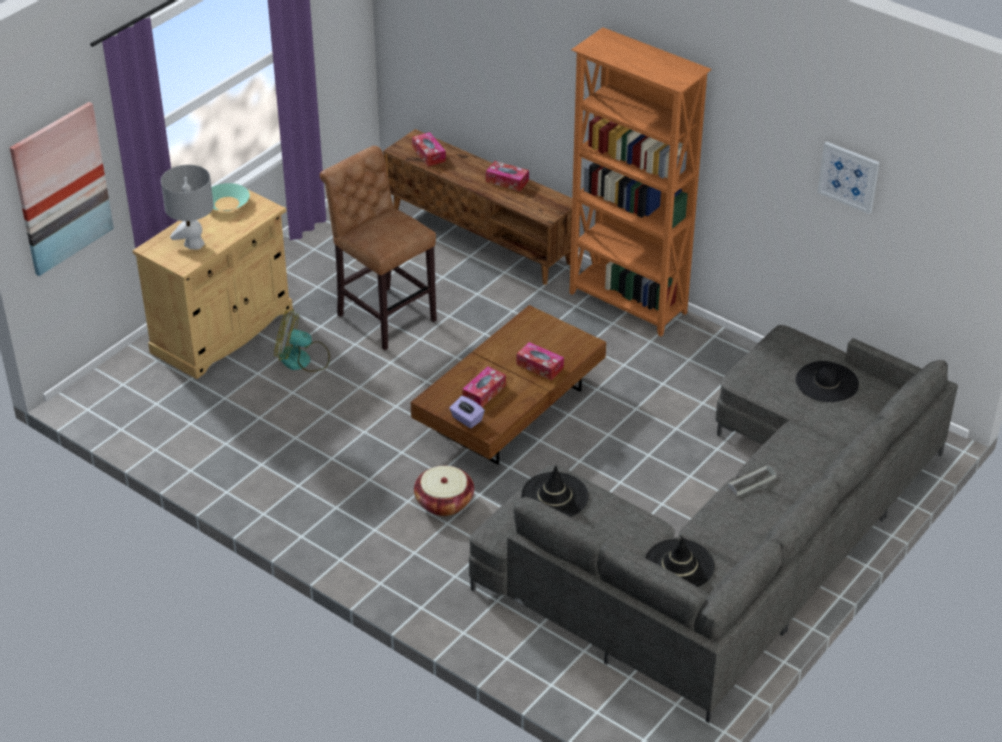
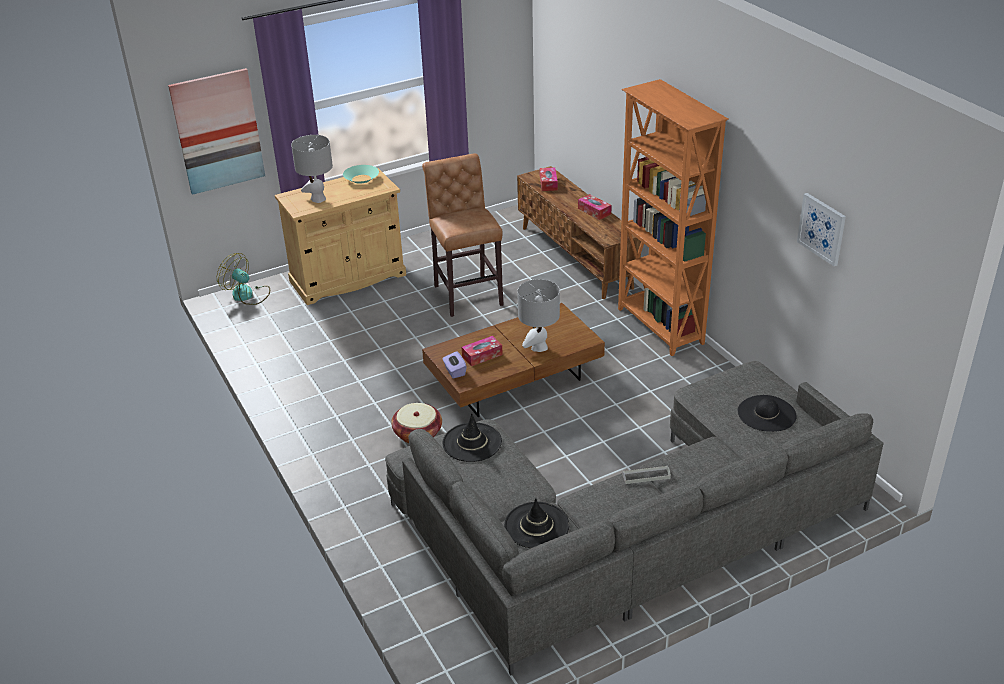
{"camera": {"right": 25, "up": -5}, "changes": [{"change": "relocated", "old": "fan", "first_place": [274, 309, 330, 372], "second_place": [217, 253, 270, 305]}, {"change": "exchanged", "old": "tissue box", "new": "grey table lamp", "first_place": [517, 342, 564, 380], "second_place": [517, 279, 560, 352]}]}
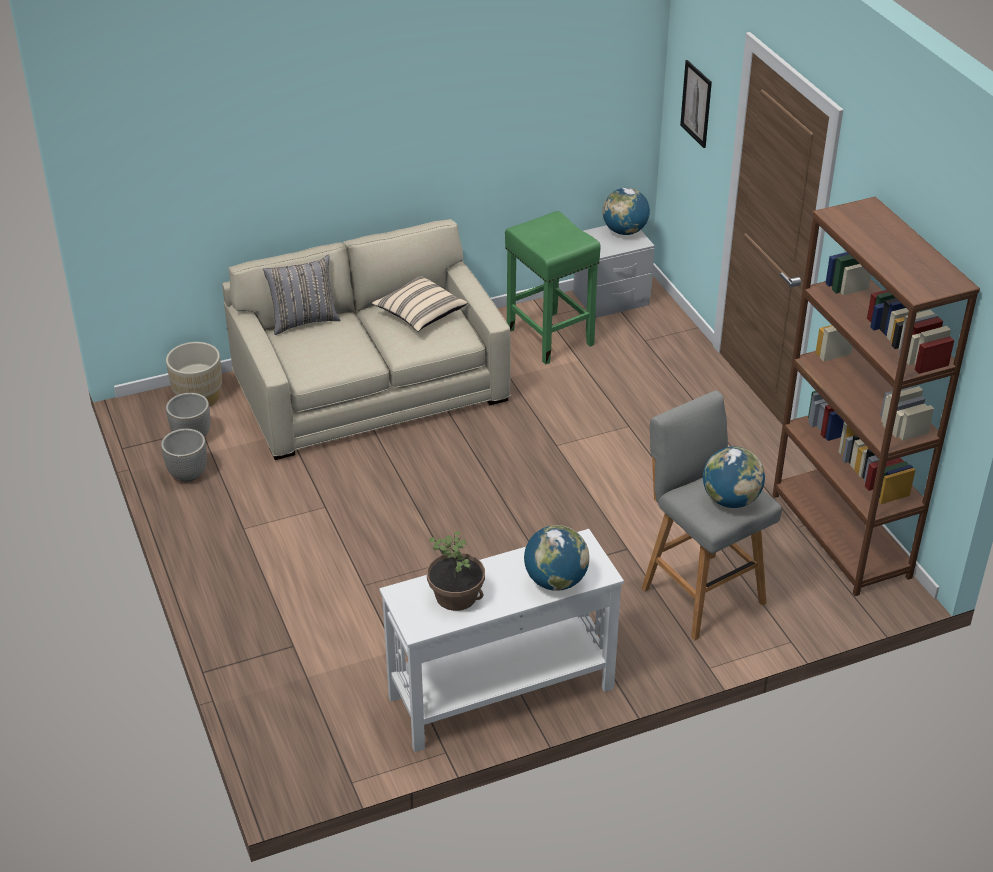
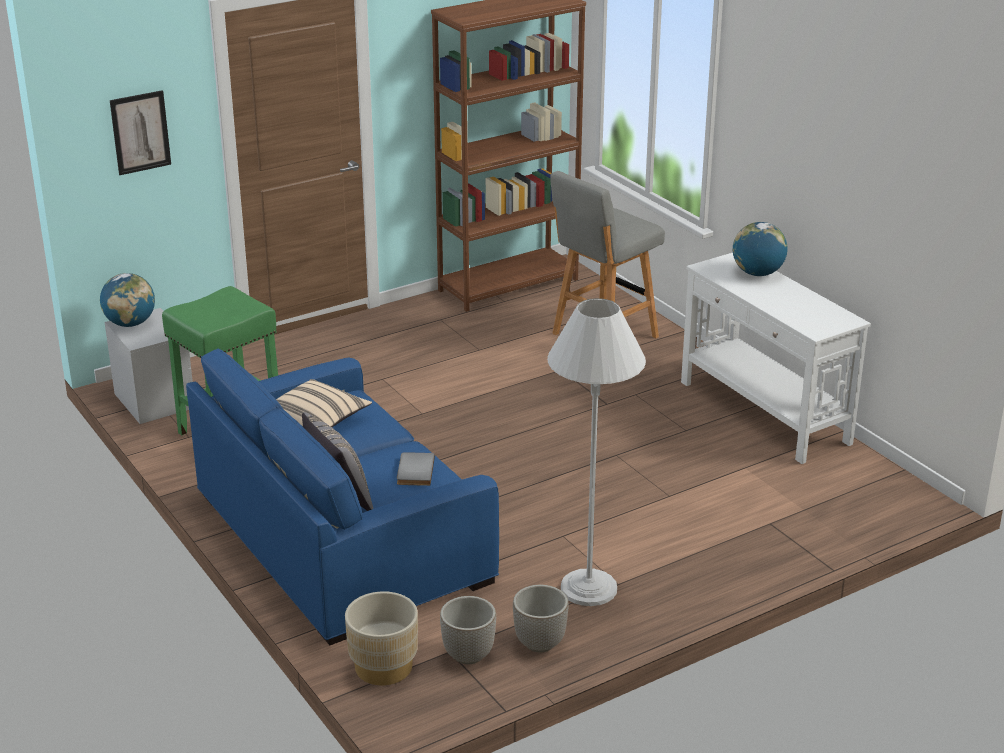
{"camera": {"right": -100, "up": -10}, "changes": [{"change": "missing", "old": "potted plant", "first_place": [427, 531, 485, 611]}, {"change": "missing", "old": "globe", "first_place": [703, 447, 765, 508]}, {"change": "appeared", "new": "grey book", "second_place": [397, 452, 435, 486]}, {"change": "appeared", "new": "white floor lamp", "second_place": [547, 298, 646, 606]}, {"change": "colour", "old": "beige sofa", "new": "blue sofa", "first_place": [222, 219, 511, 460], "second_place": [186, 348, 499, 645]}]}
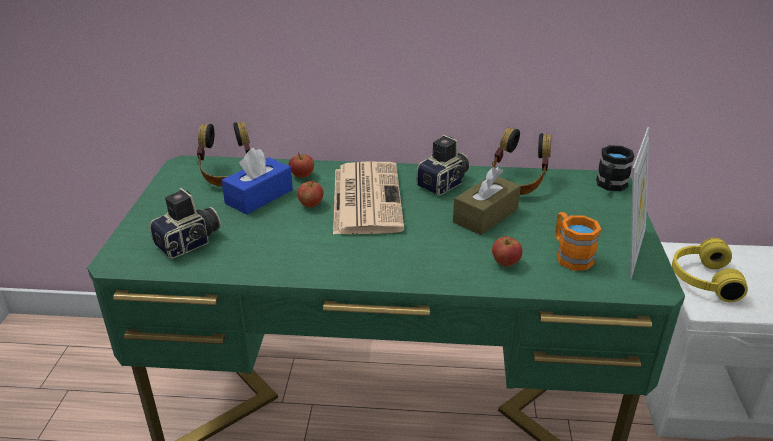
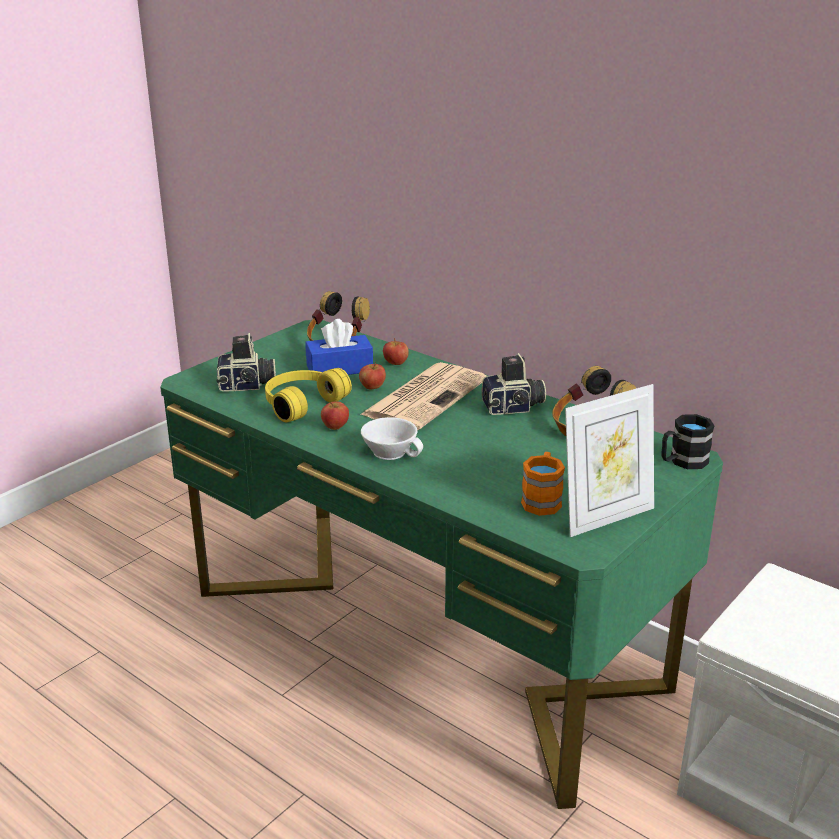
{"camera": {"right": 35, "up": -5}, "changes": [{"change": "missing", "old": "brown tissue box", "first_place": [453, 167, 521, 235]}, {"change": "appeared", "new": "white cup", "second_place": [361, 417, 423, 460]}, {"change": "relocated", "old": "apple", "first_place": [492, 236, 522, 267], "second_place": [321, 401, 349, 430]}, {"change": "relocated", "old": "yellow headphones", "first_place": [672, 238, 748, 302], "second_place": [265, 368, 352, 422]}]}
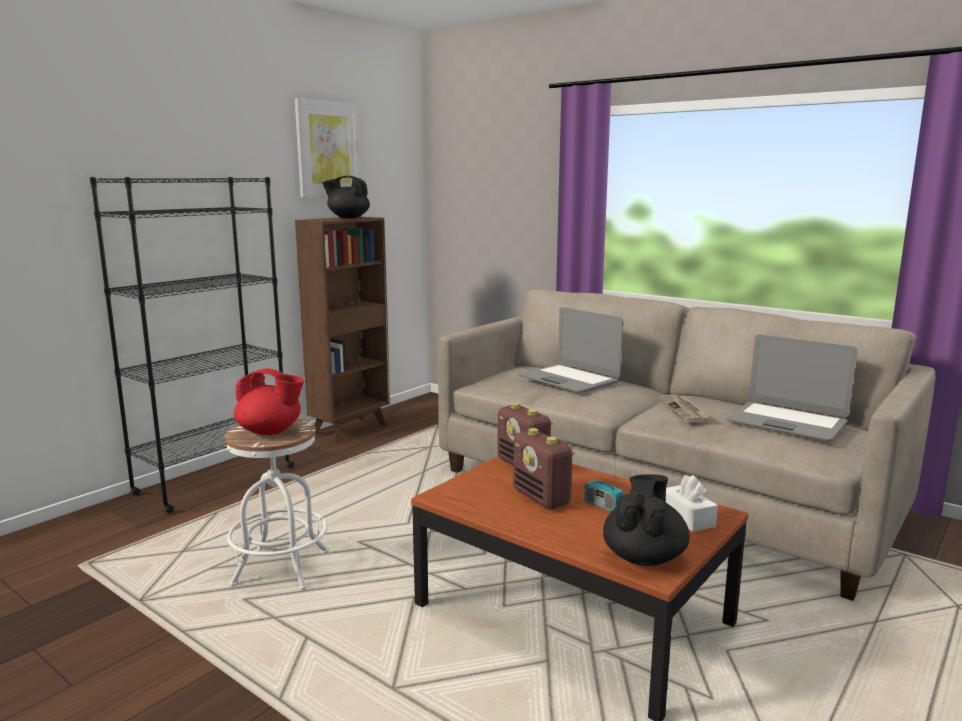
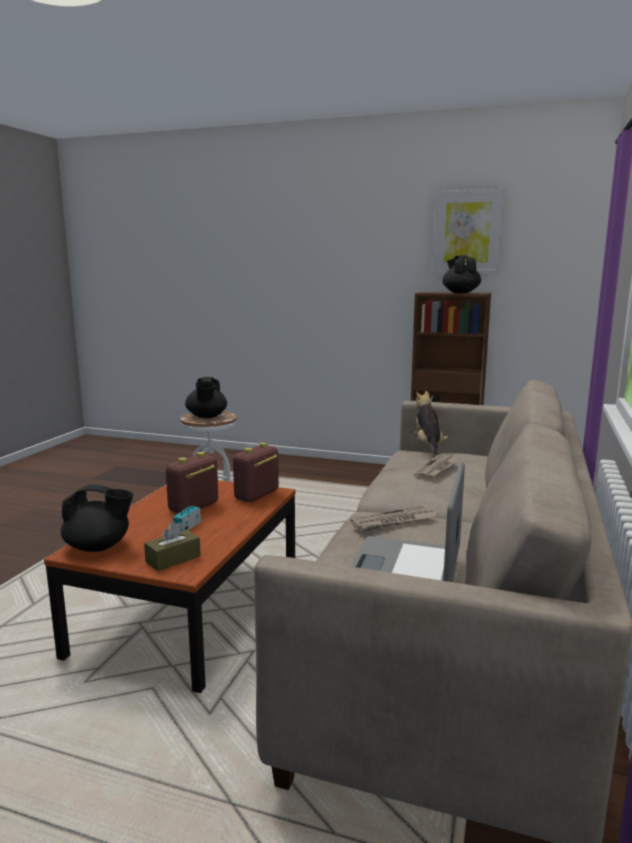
{"camera": {"right": 70, "up": 0}, "changes": [{"change": "missing", "old": "black bookcase", "first_place": [90, 177, 294, 513]}, {"change": "appeared", "new": "plush toy", "second_place": [415, 391, 448, 455]}, {"change": "exchanged", "old": "laptop", "new": "newspaper", "first_place": [518, 307, 623, 393], "second_place": [414, 454, 459, 480]}, {"change": "colour", "old": "red teapot", "new": "black teapot", "first_place": [234, 369, 304, 435], "second_place": [185, 377, 227, 418]}, {"change": "colour", "old": "white tissue box", "new": "brown tissue box", "first_place": [665, 475, 718, 532], "second_place": [144, 521, 201, 571]}]}
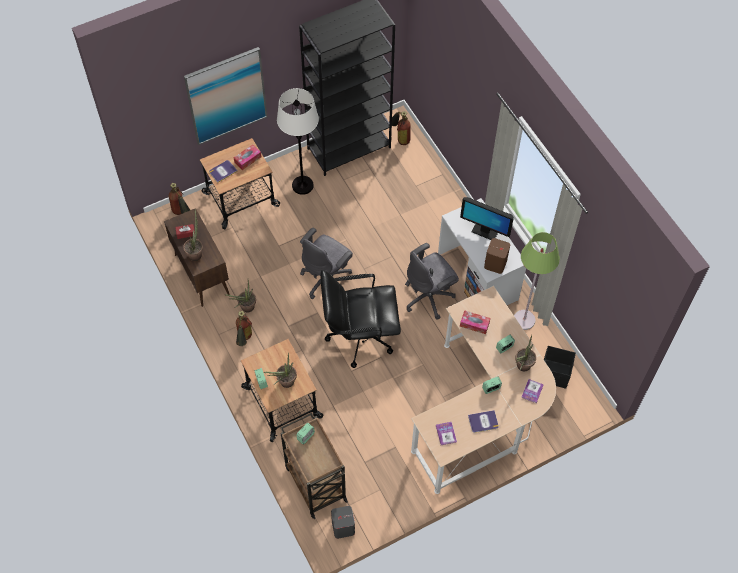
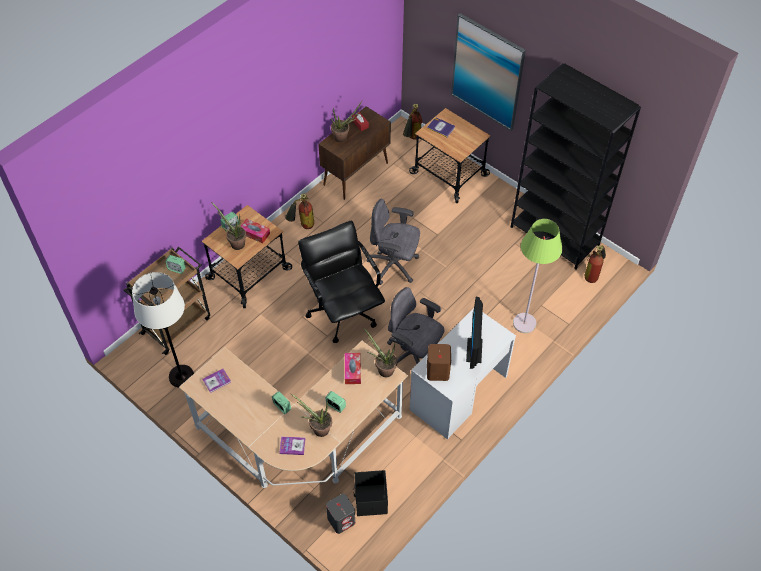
{"camera": {"right": 70, "up": -5}, "changes": [{"change": "missing", "old": "book", "first_place": [468, 410, 499, 433]}, {"change": "relocated", "old": "potted plant", "first_place": [225, 279, 256, 312], "second_place": [363, 328, 397, 377]}, {"change": "relocated", "old": "tissue box", "first_place": [233, 144, 261, 170], "second_place": [240, 218, 270, 243]}, {"change": "relocated", "old": "white floor lamp", "first_place": [277, 88, 319, 195], "second_place": [132, 272, 194, 388]}, {"change": "relocated", "old": "grey speaker", "first_place": [331, 506, 355, 539], "second_place": [326, 494, 355, 534]}, {"change": "relocated", "old": "green floor lamp", "first_place": [514, 232, 560, 330], "second_place": [513, 219, 562, 333]}]}
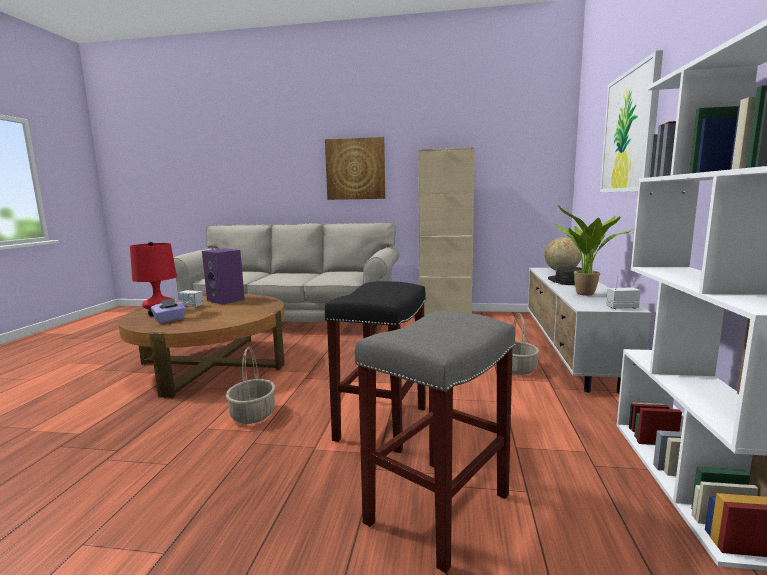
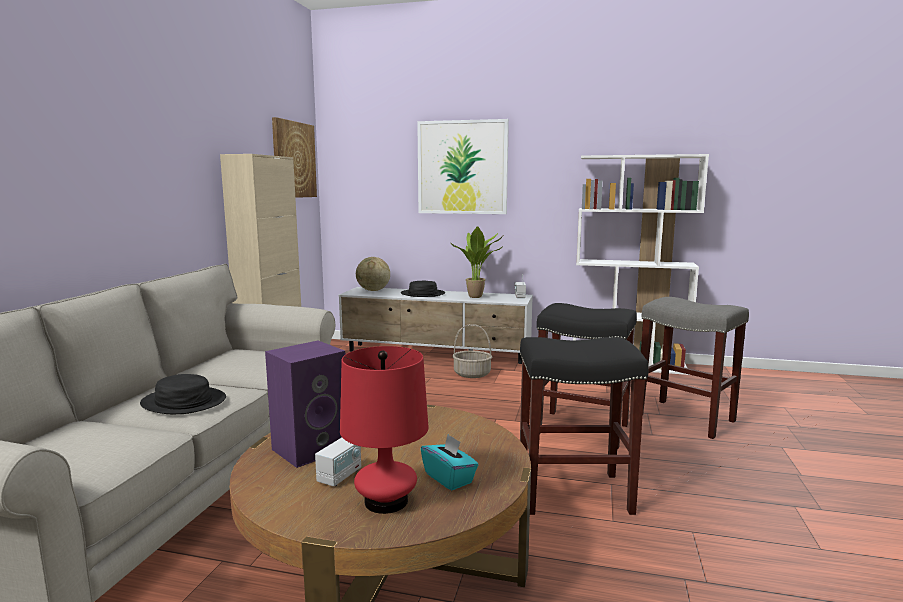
{"camera": {"right": -85, "up": 0}, "changes": [{"change": "appeared", "new": "black hat", "second_place": [140, 374, 226, 414]}, {"change": "relocated", "old": "picture", "first_place": [325, 137, 385, 200], "second_place": [272, 117, 317, 198]}, {"change": "exchanged", "old": "basket", "new": "black stool", "first_place": [226, 347, 275, 424], "second_place": [520, 337, 649, 515]}, {"change": "colour", "old": "purple tissue box", "new": "turquoise tissue box", "first_place": [151, 298, 186, 323], "second_place": [421, 434, 478, 490]}]}
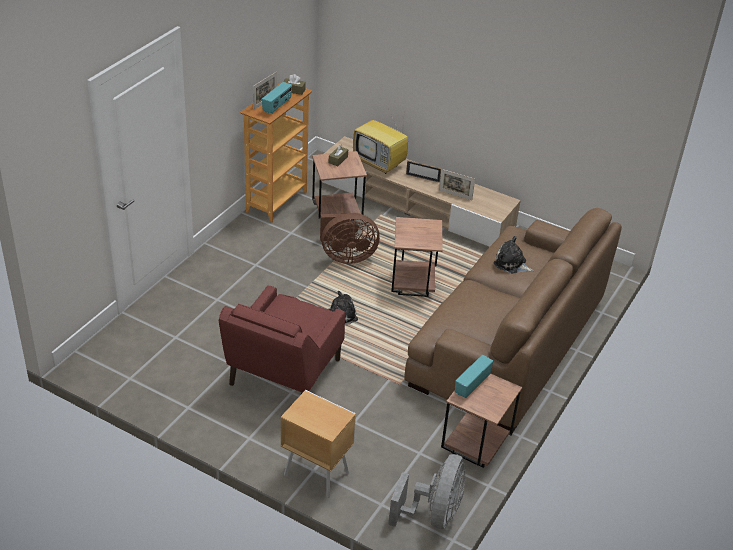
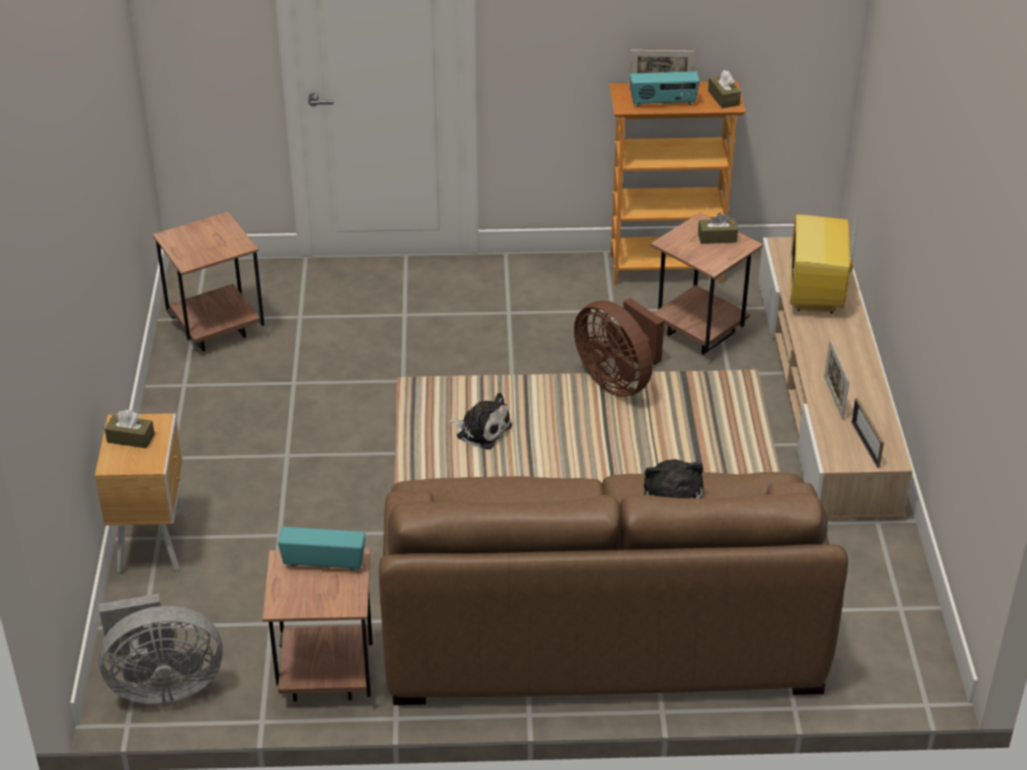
{"camera": {"right": 60, "up": 0}, "changes": [{"change": "missing", "old": "red armchair", "first_place": [219, 285, 345, 394]}, {"change": "appeared", "new": "brown tissue box", "second_place": [105, 410, 154, 448]}, {"change": "relocated", "old": "brown side table", "first_place": [391, 217, 443, 297], "second_place": [153, 212, 264, 351]}, {"change": "relocated", "old": "picture frame", "first_place": [406, 160, 441, 183], "second_place": [851, 398, 884, 468]}]}
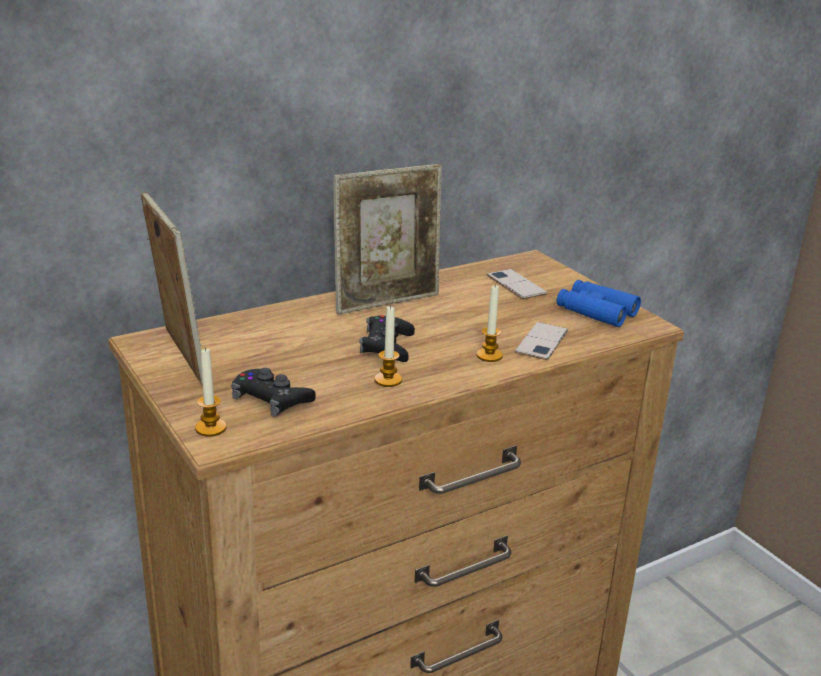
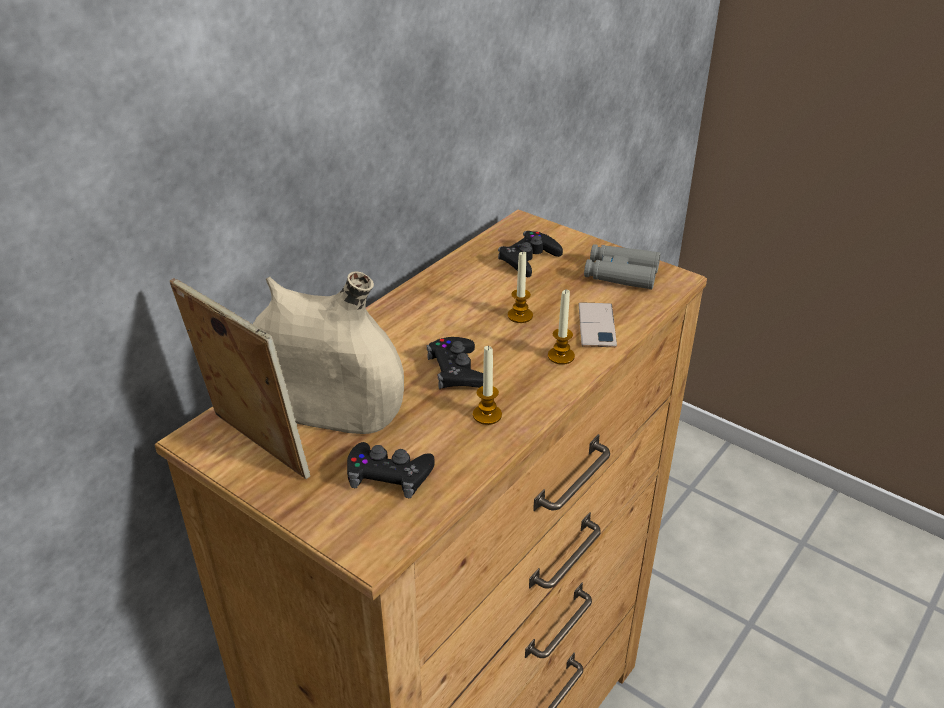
{"camera": {"right": -20, "up": 10}, "changes": [{"change": "missing", "old": "picture frame", "first_place": [333, 164, 442, 315]}, {"change": "appeared", "new": "beige vase", "second_place": [253, 271, 404, 434]}, {"change": "relocated", "old": "candle", "first_place": [195, 348, 227, 437], "second_place": [508, 251, 533, 323]}, {"change": "exchanged", "old": "phone", "new": "black game controller", "first_place": [487, 269, 547, 299], "second_place": [498, 231, 563, 277]}, {"change": "colour", "old": "blue binoculars", "new": "grey binoculars", "first_place": [557, 280, 641, 327], "second_place": [584, 244, 661, 289]}]}
